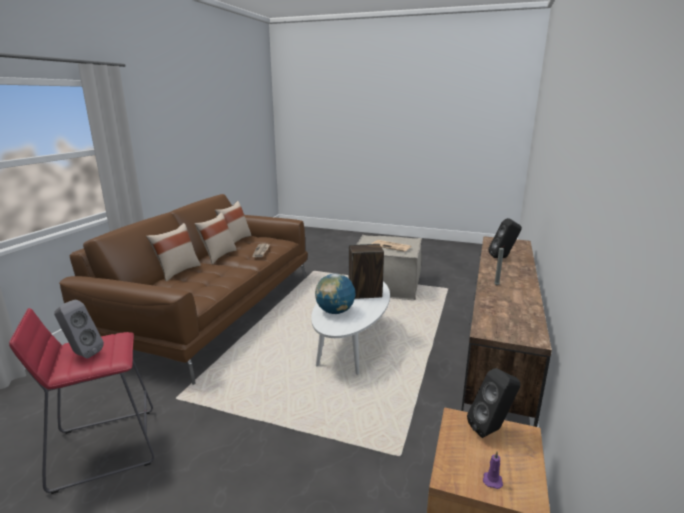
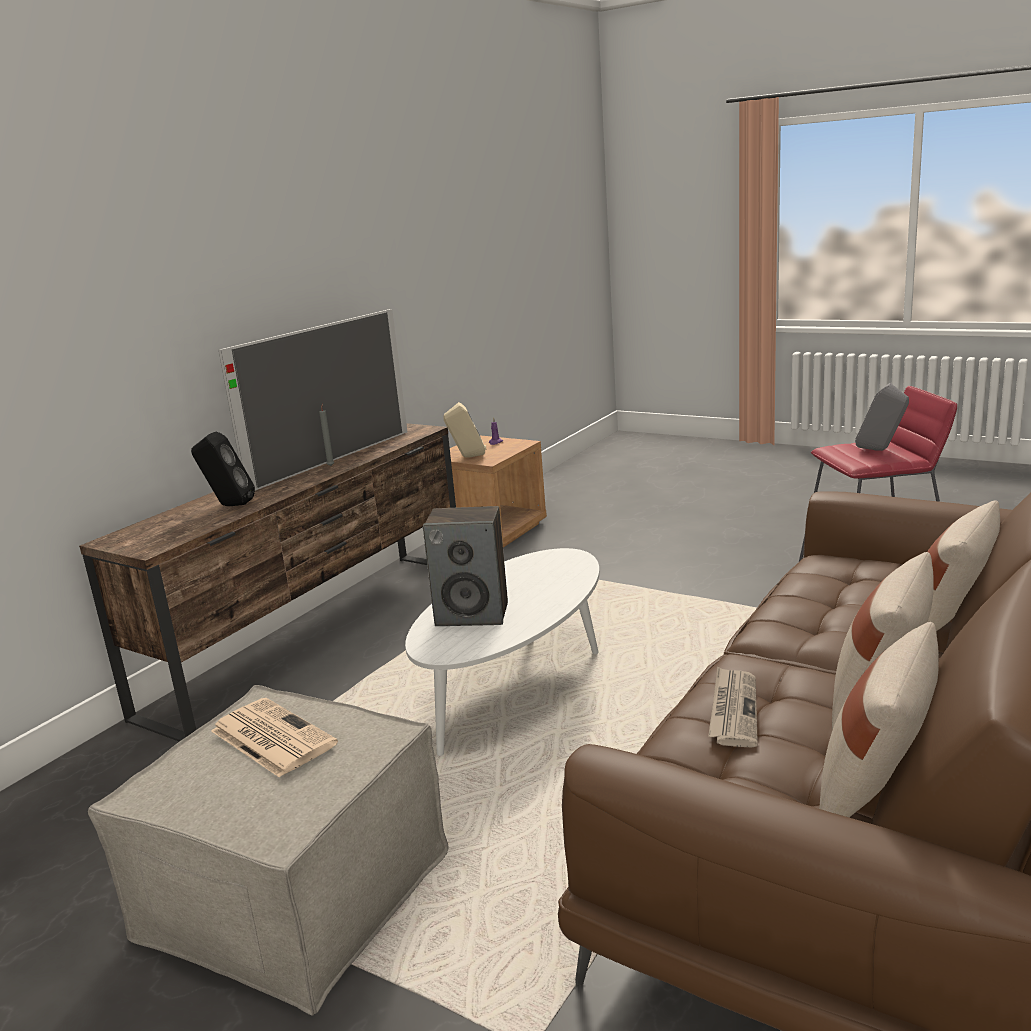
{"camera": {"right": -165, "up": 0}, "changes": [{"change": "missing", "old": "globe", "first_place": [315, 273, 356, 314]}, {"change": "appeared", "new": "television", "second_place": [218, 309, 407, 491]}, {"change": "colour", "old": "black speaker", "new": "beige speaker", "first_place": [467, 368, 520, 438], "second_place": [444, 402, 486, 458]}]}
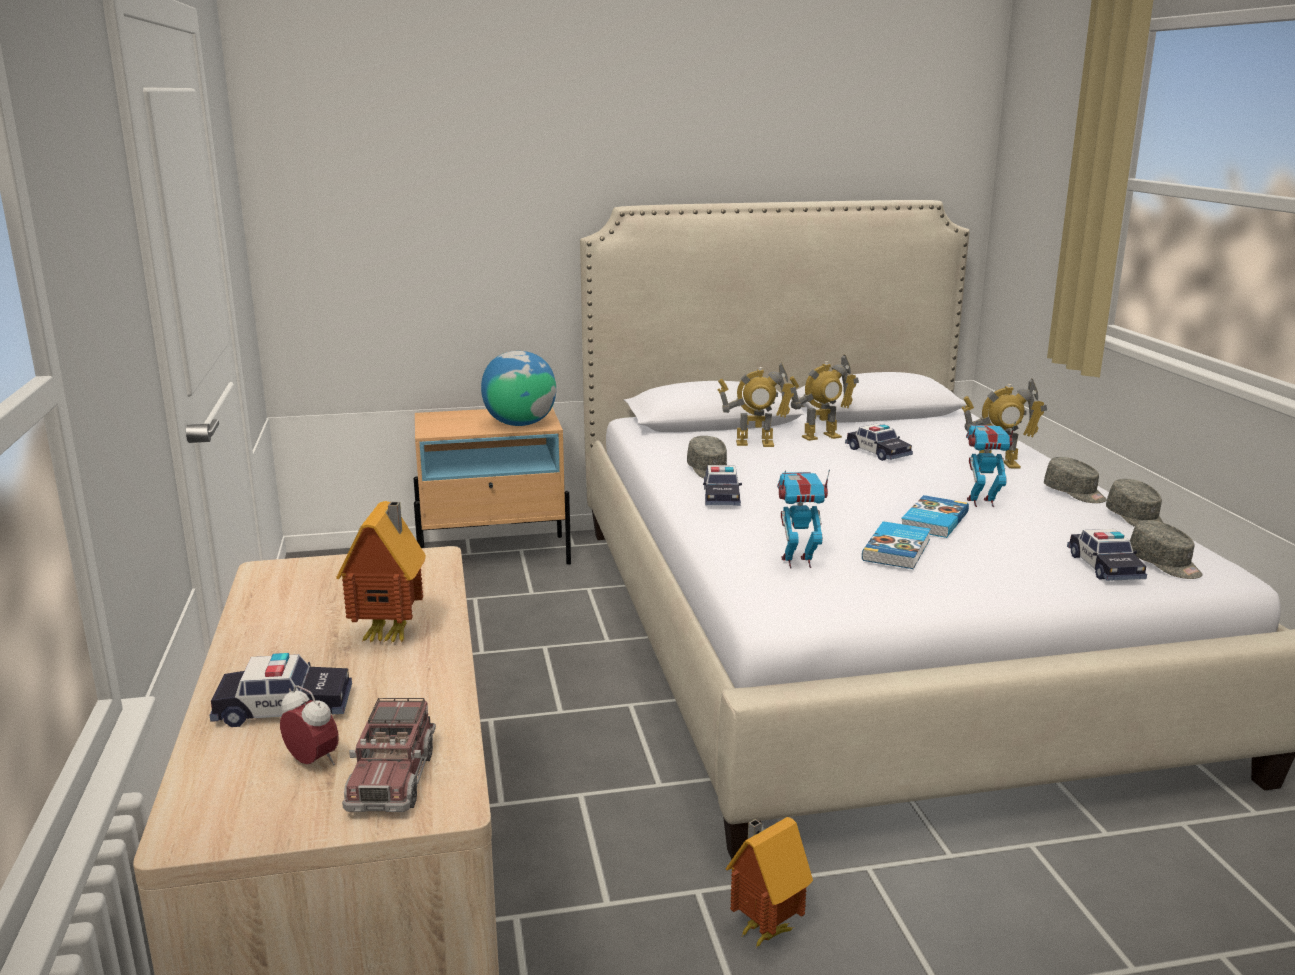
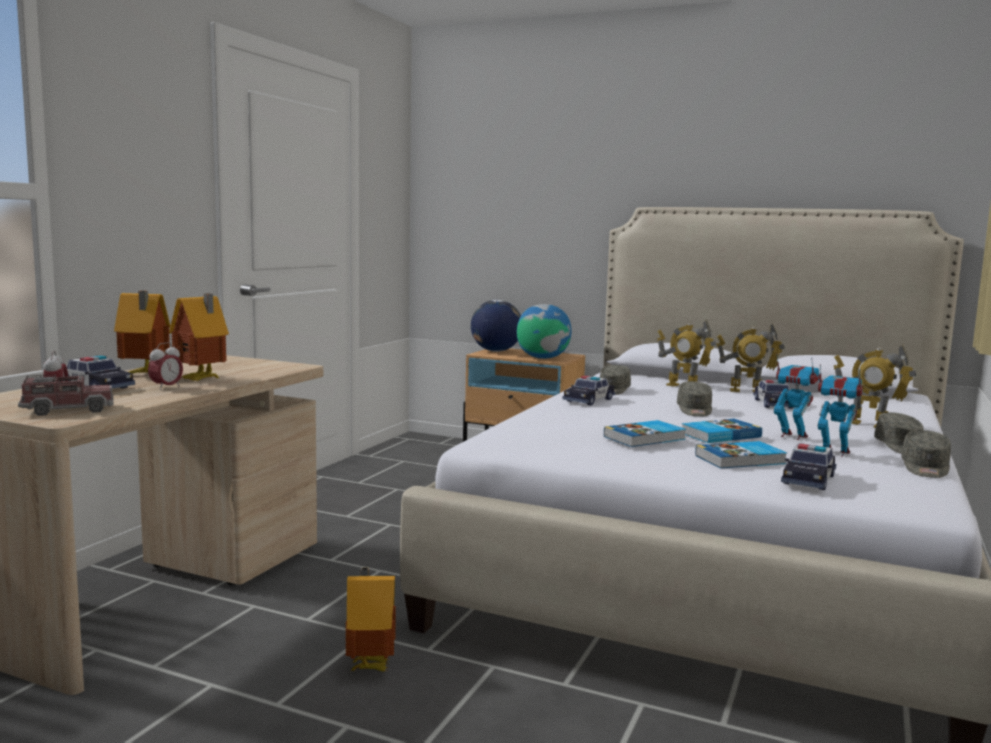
{"camera": {"right": 35, "up": -10}, "changes": [{"change": "appeared", "new": "toy house", "second_place": [114, 291, 170, 373]}, {"change": "appeared", "new": "alarm clock", "second_place": [148, 342, 183, 390]}, {"change": "appeared", "new": "globe", "second_place": [471, 300, 521, 352]}, {"change": "appeared", "new": "book", "second_place": [695, 441, 787, 468]}, {"change": "relocated", "old": "toy robot", "first_place": [777, 469, 830, 568], "second_place": [818, 364, 863, 457]}, {"change": "relocated", "old": "grey cap", "first_place": [1130, 520, 1203, 579], "second_place": [677, 381, 712, 416]}, {"change": "spun", "old": "toy truck", "first_place": [342, 698, 436, 812], "second_place": [18, 373, 113, 416], "degrees": -150}]}
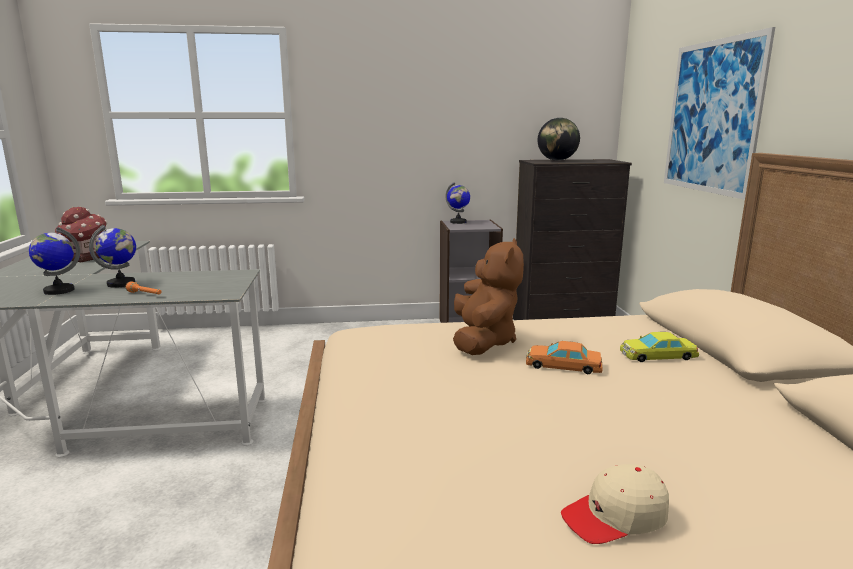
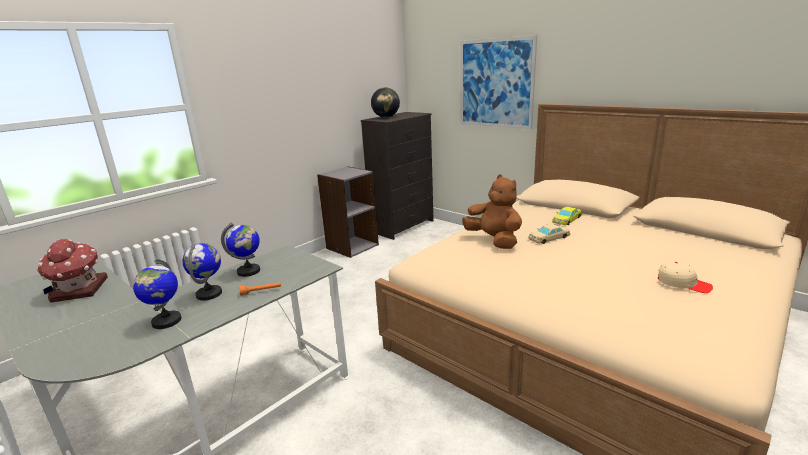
{"camera": {"right": -40, "up": 5}, "changes": [{"change": "relocated", "old": "globe", "first_place": [445, 182, 470, 224], "second_place": [221, 222, 260, 277]}, {"change": "colour", "old": "orange toy car", "new": "beige toy car", "first_place": [526, 341, 603, 374], "second_place": [528, 224, 570, 244]}, {"change": "spun", "old": "beige cap", "first_place": [561, 464, 669, 544], "second_place": [658, 262, 713, 293], "degrees": -90}]}
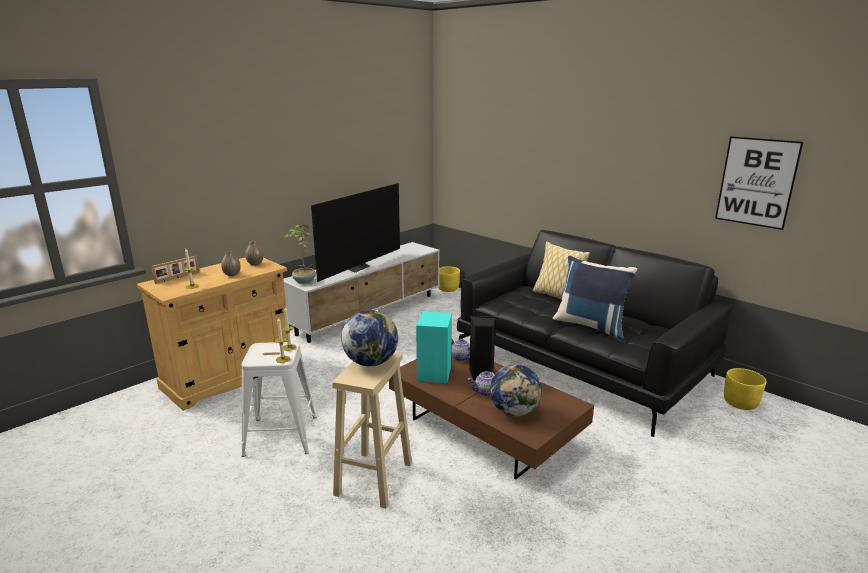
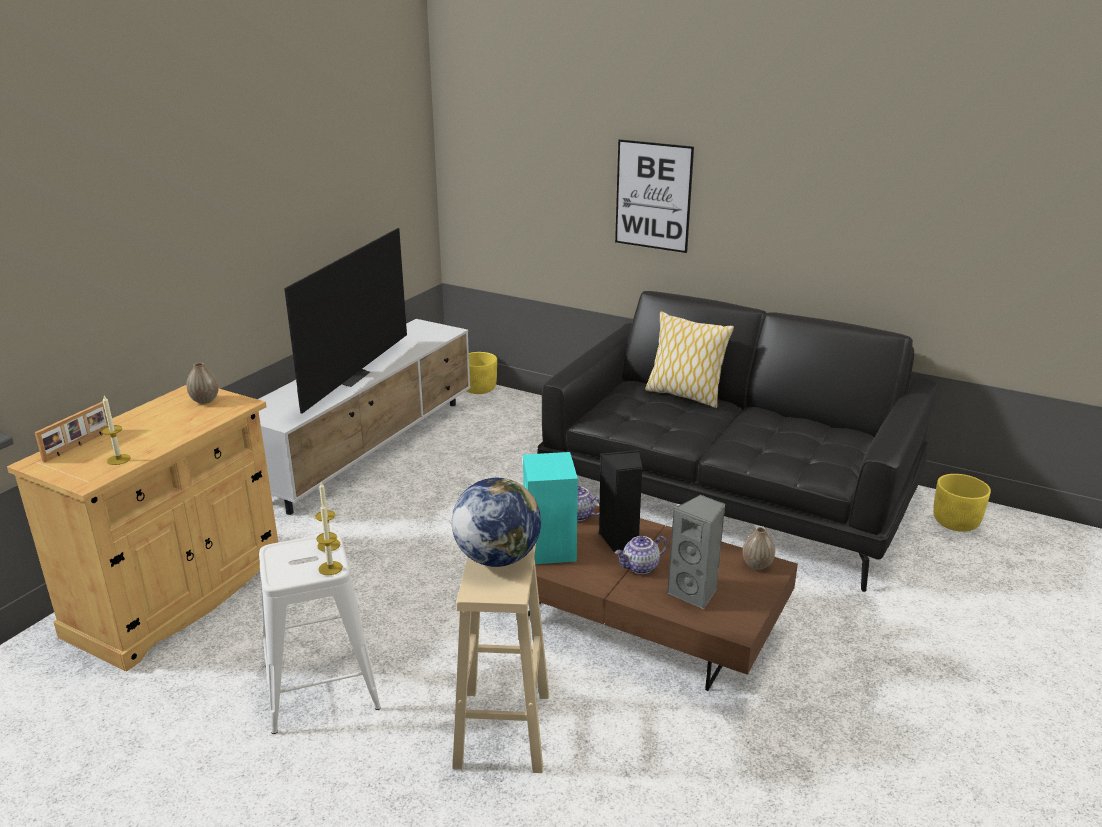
{"camera": {"right": -15, "up": 5}, "changes": [{"change": "missing", "old": "potted plant", "first_place": [284, 225, 316, 284]}, {"change": "missing", "old": "blue pillow", "first_place": [552, 256, 637, 339]}, {"change": "relocated", "old": "vase", "first_place": [221, 251, 241, 276], "second_place": [743, 527, 775, 570]}, {"change": "relocated", "old": "picture", "first_place": [715, 136, 803, 230], "second_place": [615, 139, 694, 253]}, {"change": "exchanged", "old": "globe", "new": "grey speaker", "first_place": [490, 364, 542, 417], "second_place": [667, 495, 725, 610]}]}
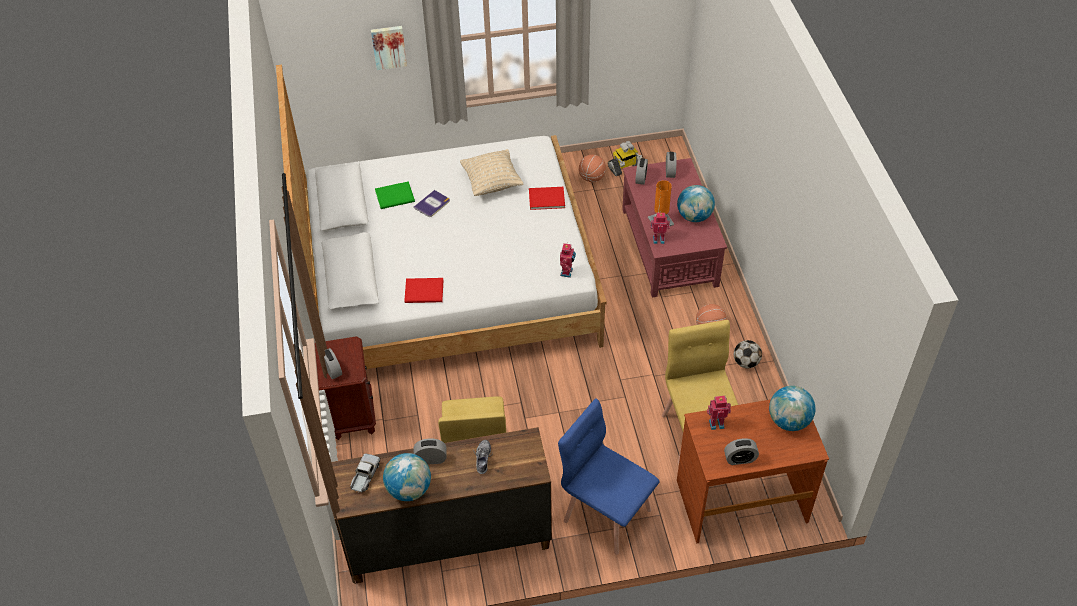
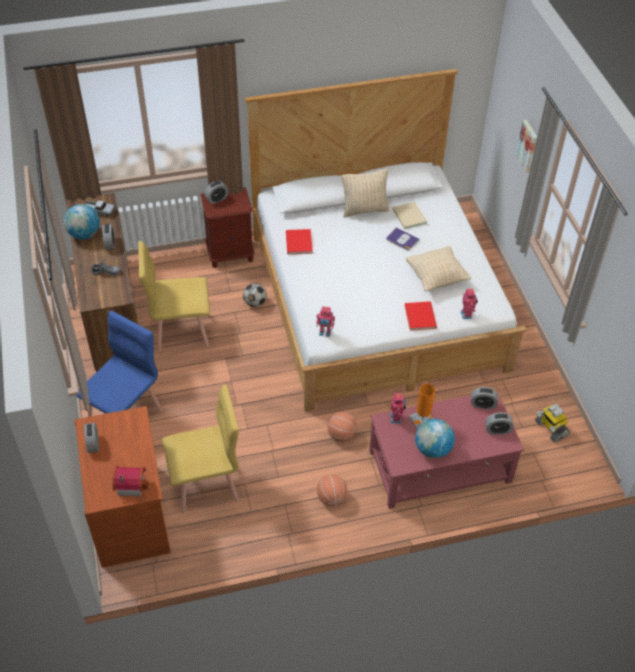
{"camera": {"right": 85, "up": 0}, "changes": [{"change": "appeared", "new": "beige pillow", "second_place": [342, 169, 390, 218]}, {"change": "relocated", "old": "basketball", "first_place": [579, 154, 606, 182], "second_place": [328, 412, 357, 442]}, {"change": "relocated", "old": "toy robot", "first_place": [707, 396, 731, 430], "second_place": [460, 288, 478, 319]}, {"change": "relocated", "old": "football", "first_place": [734, 340, 762, 369], "second_place": [243, 283, 267, 307]}, {"change": "exchanged", "old": "globe", "new": "toy house", "first_place": [769, 386, 816, 431], "second_place": [113, 466, 149, 497]}, {"change": "colour", "old": "green book", "new": "beige book", "first_place": [375, 181, 415, 209], "second_place": [392, 202, 427, 229]}]}
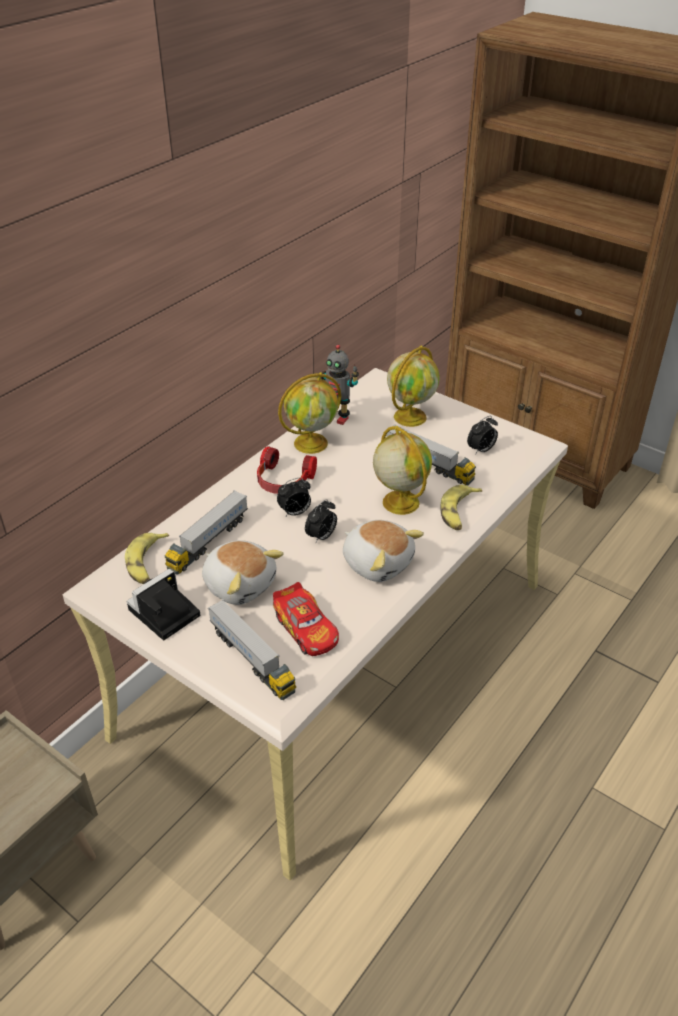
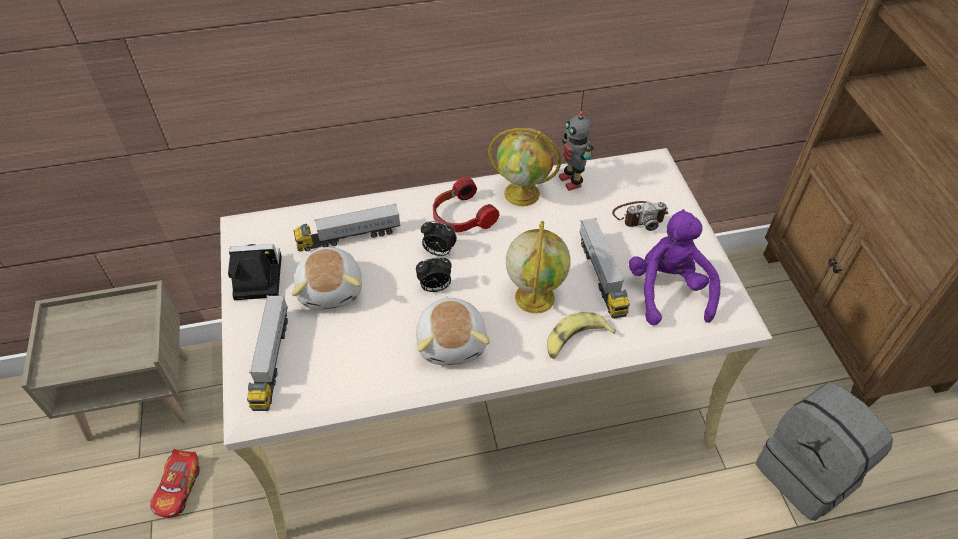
{"camera": {"right": 40, "up": 10}, "changes": [{"change": "missing", "old": "banana", "first_place": [125, 533, 169, 584]}, {"change": "appeared", "new": "grey backpack", "second_place": [756, 382, 893, 521]}, {"change": "relocated", "old": "toy car", "first_place": [273, 582, 339, 656], "second_place": [150, 449, 200, 518]}, {"change": "exchanged", "old": "globe", "new": "photo camera", "first_place": [387, 346, 439, 427], "second_place": [612, 201, 668, 231]}, {"change": "exchanged", "old": "alarm clock", "new": "purple plush toy", "first_place": [467, 416, 498, 455], "second_place": [629, 209, 720, 325]}]}
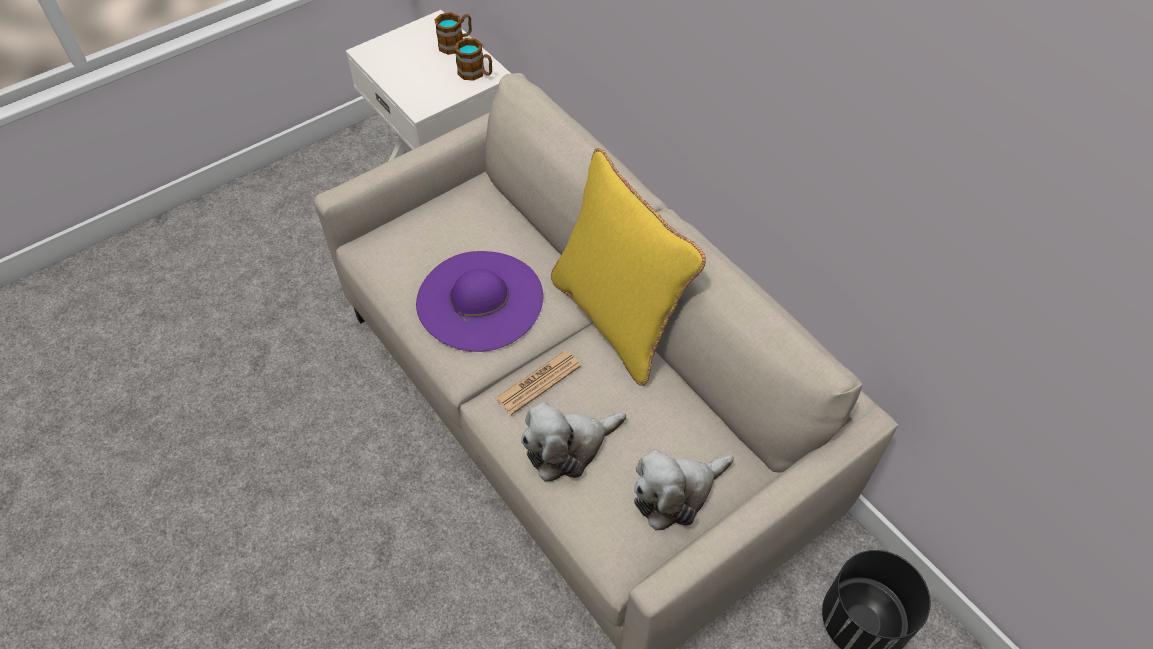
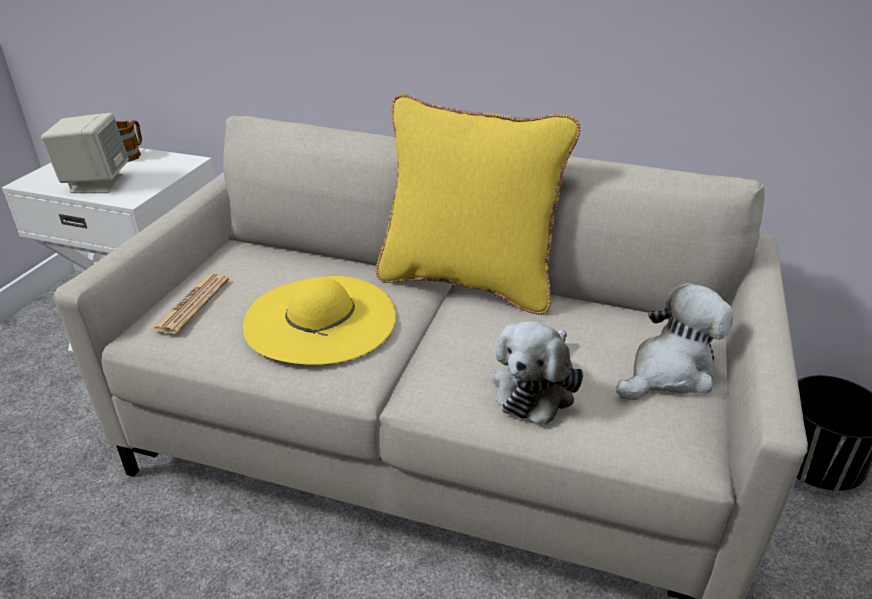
{"camera": {"right": -35, "up": -20}, "changes": [{"change": "missing", "old": "mug", "first_place": [454, 38, 492, 81]}, {"change": "appeared", "new": "beige speaker", "second_place": [41, 113, 129, 193]}, {"change": "relocated", "old": "newspaper", "first_place": [495, 351, 581, 415], "second_place": [152, 274, 229, 334]}, {"change": "colour", "old": "purple hat", "new": "yellow hat", "first_place": [416, 251, 543, 352], "second_place": [243, 276, 396, 365]}, {"change": "spun", "old": "plush toy", "first_place": [634, 449, 734, 531], "second_place": [616, 283, 733, 400], "degrees": -150}]}
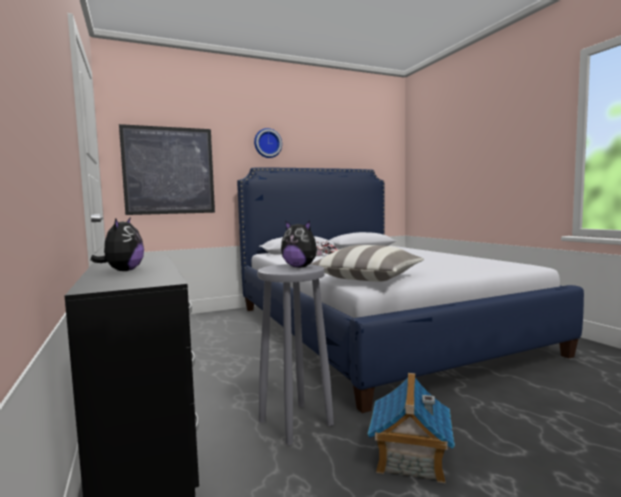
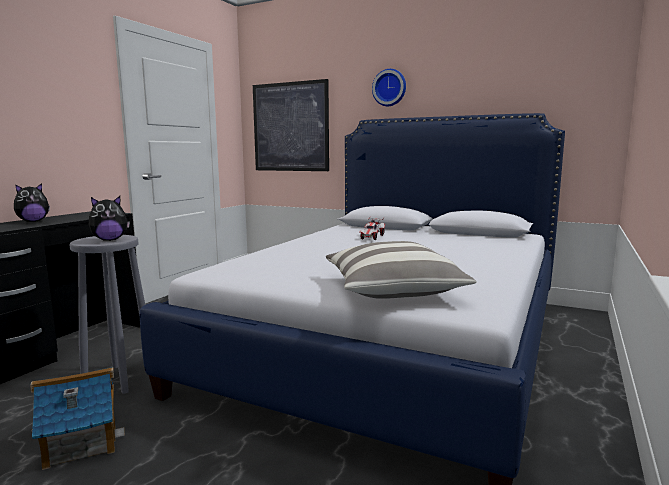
{"camera": {"right": 50, "up": 5}, "changes": [{"change": "relocated", "old": "pillow", "first_place": [311, 245, 424, 282], "second_place": [326, 241, 477, 299]}, {"change": "spun", "old": "plush toy", "first_place": [281, 220, 323, 268], "second_place": [89, 196, 130, 241], "degrees": -105}]}
